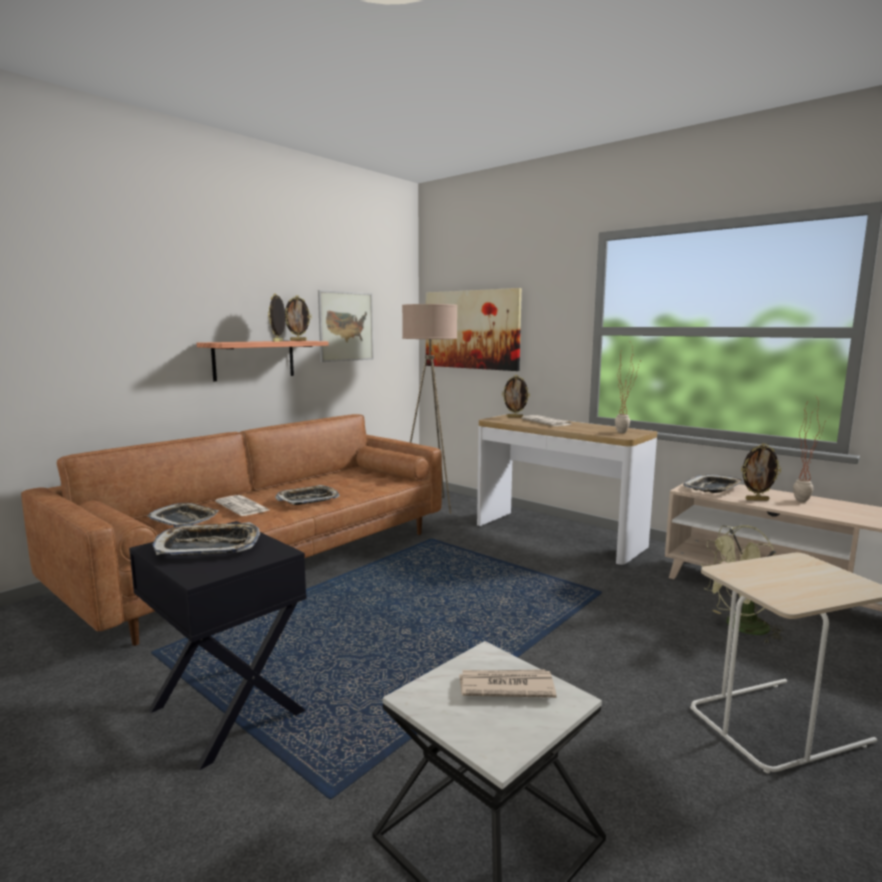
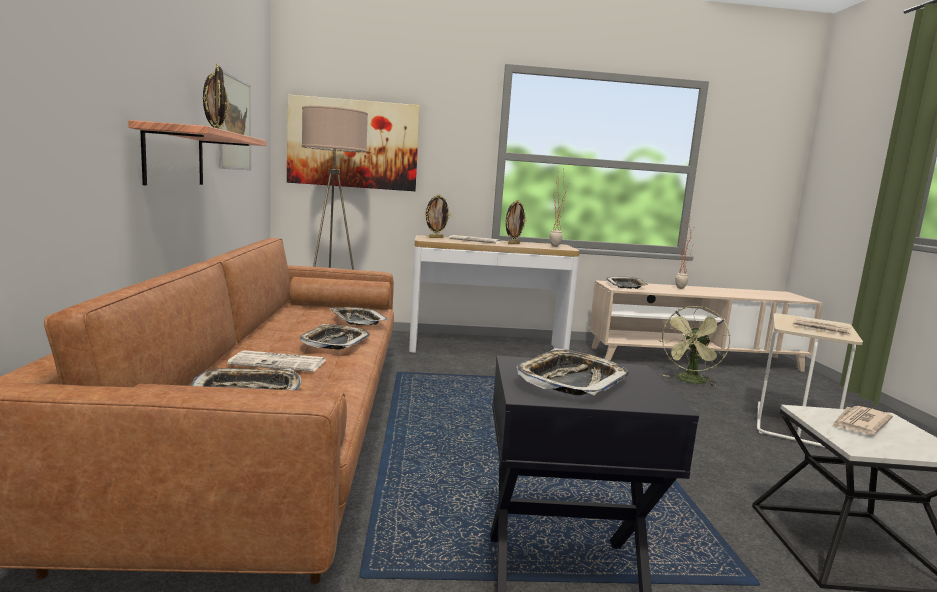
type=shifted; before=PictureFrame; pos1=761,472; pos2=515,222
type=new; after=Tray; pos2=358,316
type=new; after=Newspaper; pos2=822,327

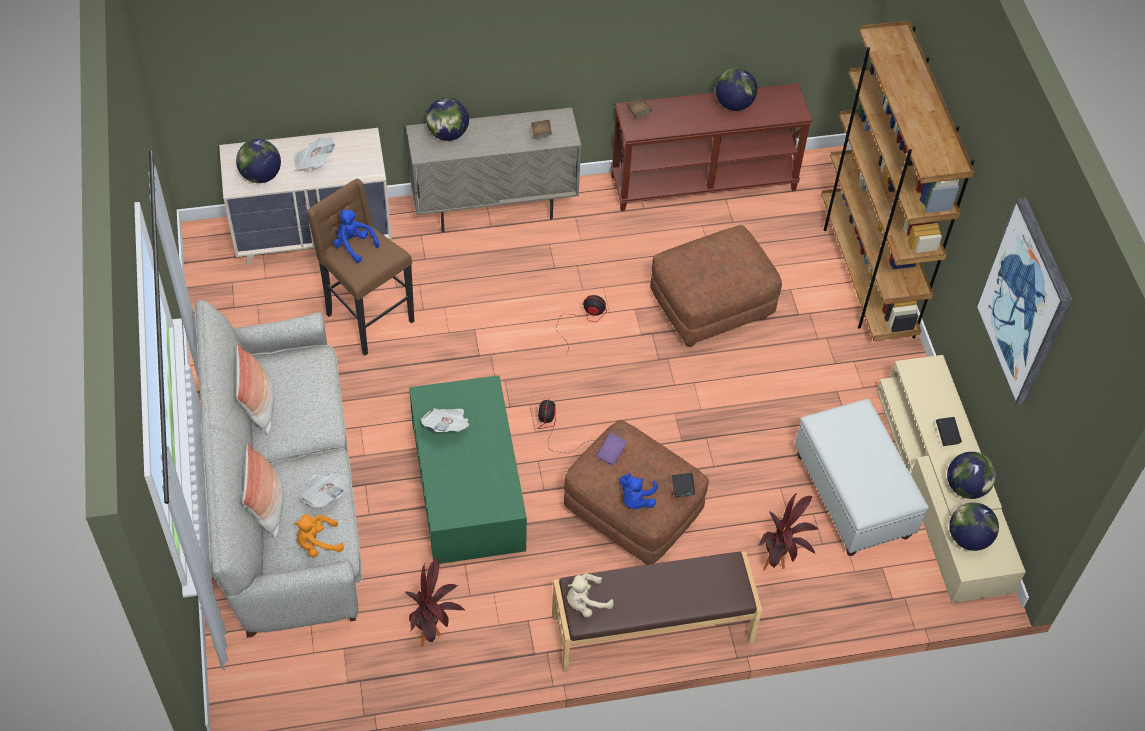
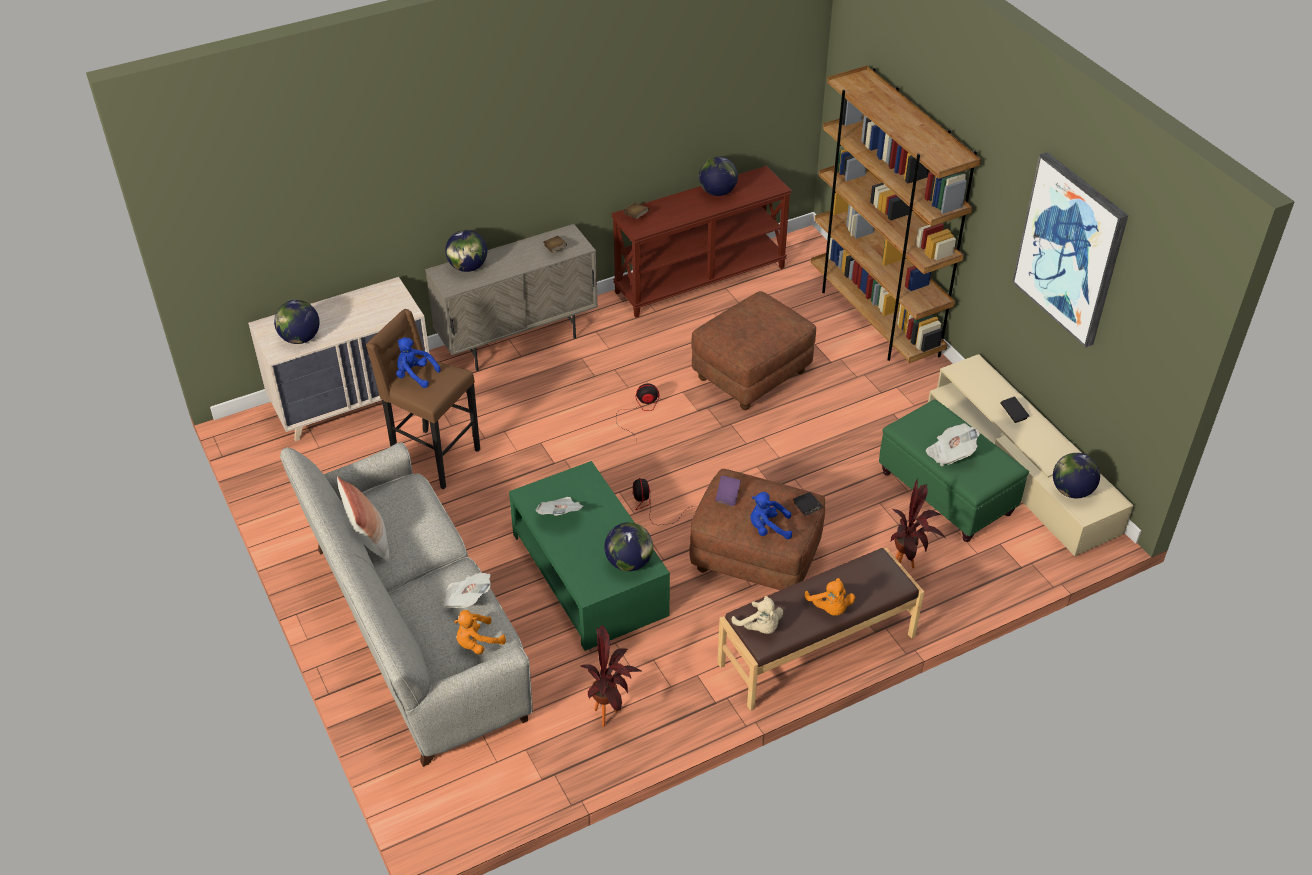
type=gone; before=Pillow; pos1=263,491
type=shifted; before=Newspaper; pos1=315,154; pos2=953,445
type=rotated; before=BeigePlushToy; pos1=590,595; pos2=757,615; turn=-90
type=rotated; before=BluePlushToy; pos1=638,491; pos2=771,515; turn=90
type=repainted; before=WhiteOttoman; after=GreenOttoman; pos1=862,477; pos2=954,470
type=shifted; before=Globe; pos1=971,475; pos2=628,546
type=new; after=OrangePlushToy; pos2=829,597

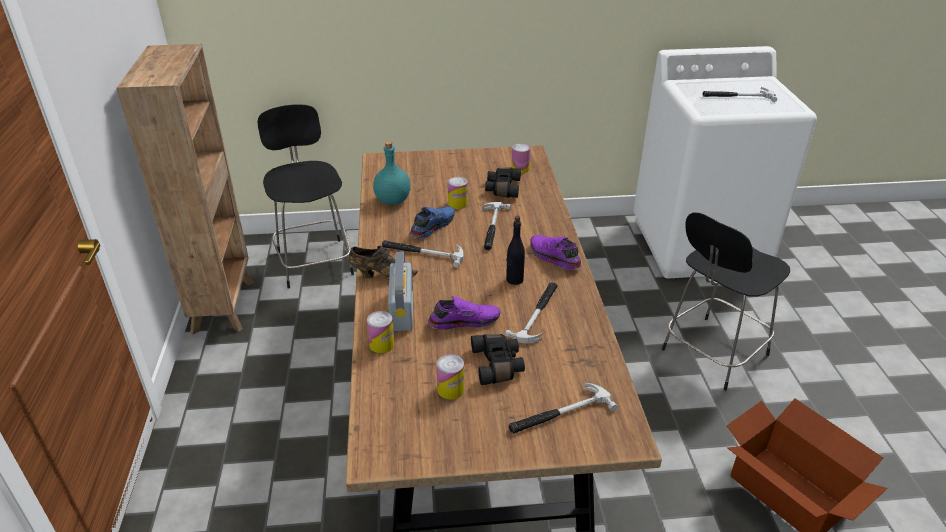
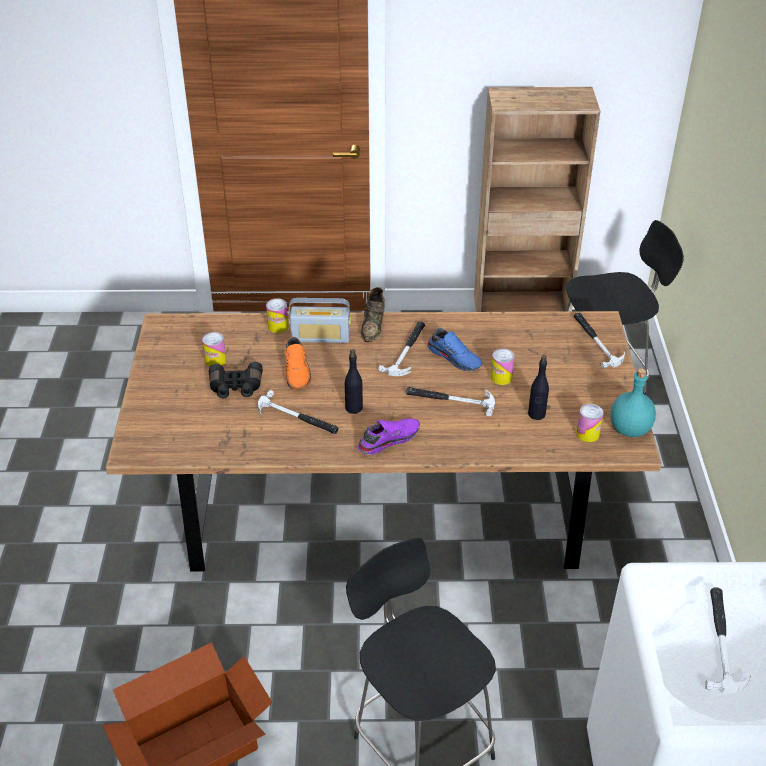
type=shifted; before=TurquoiseBottle; pos1=392,173; pos2=633,402
type=repainted; before=PurpleShoe; after=OrangeShoe; pos1=464,313; pos2=298,363
type=swapped; before=BlackBinoculars; after=BlackBottle; pos1=503,182; pos2=538,387
type=shifted; before=Hammer; pos1=563,408; pos2=599,340

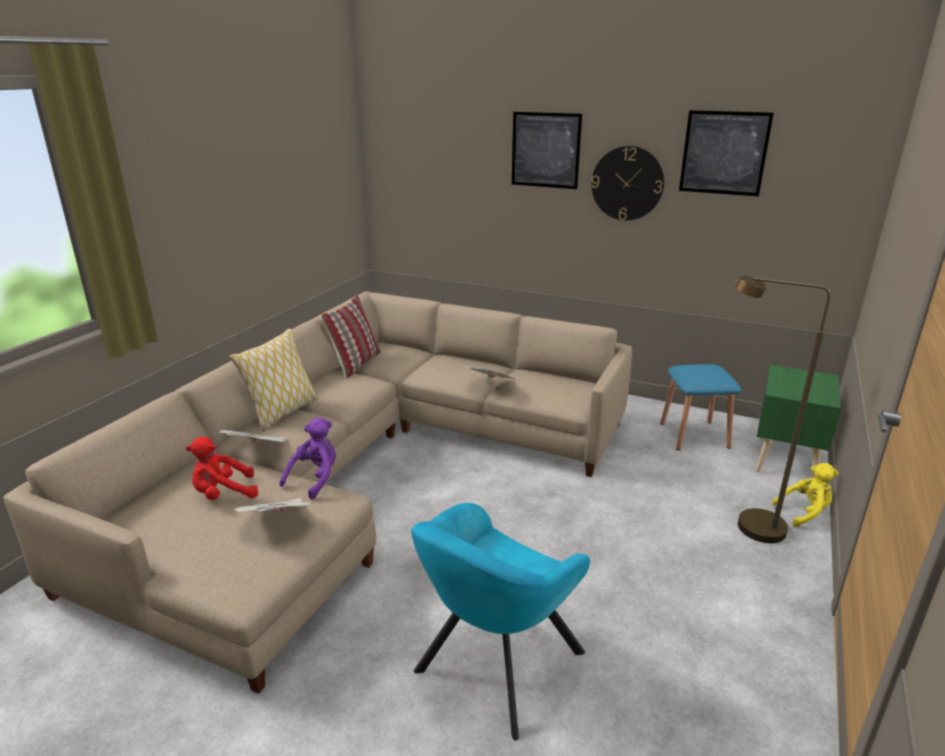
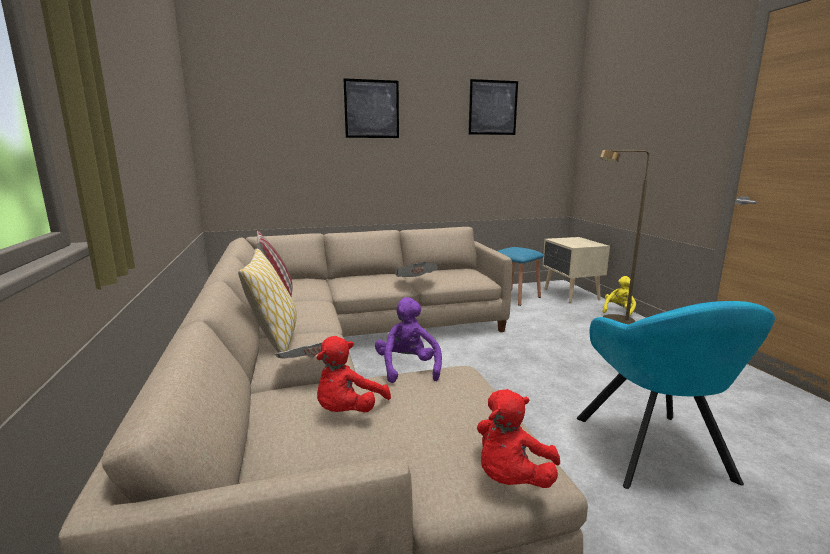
type=gone; before=Newspaper; pos1=272,505
type=gone; before=WallClock; pos1=627,183
type=repainted; before=GreenNightstand; after=BeigeNightstand; pos1=798,421; pos2=576,270
type=new; after=RedPlushToy; pos2=518,438

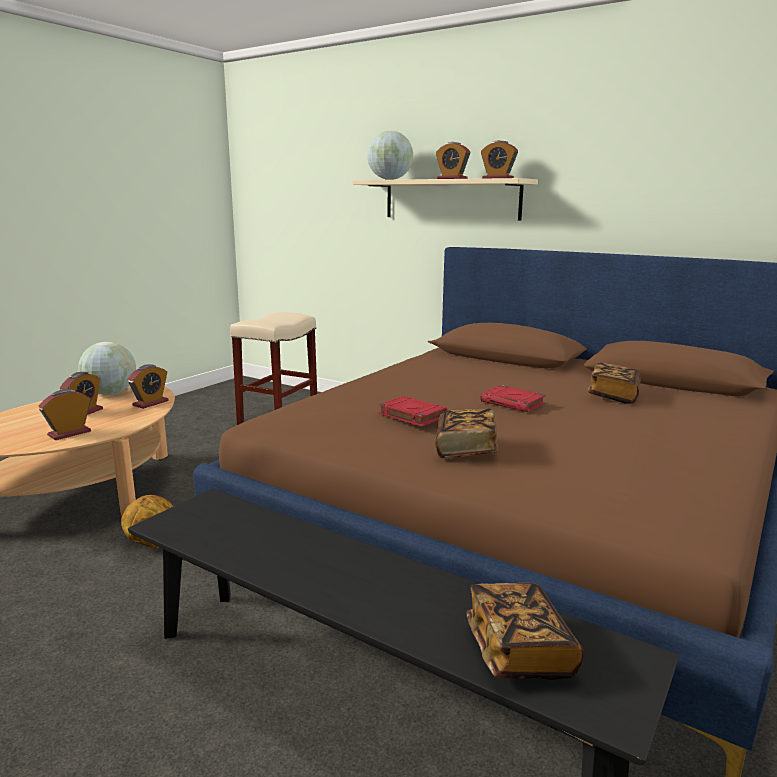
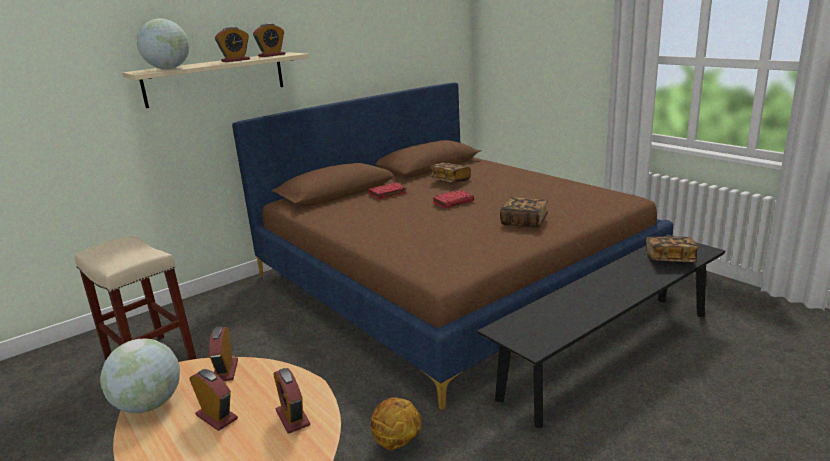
type=rotated; before=AlarmClock; pos1=148,386; pos2=223,353; turn=-150
type=shifted; before=RedBook; pos1=413,411; pos2=387,191

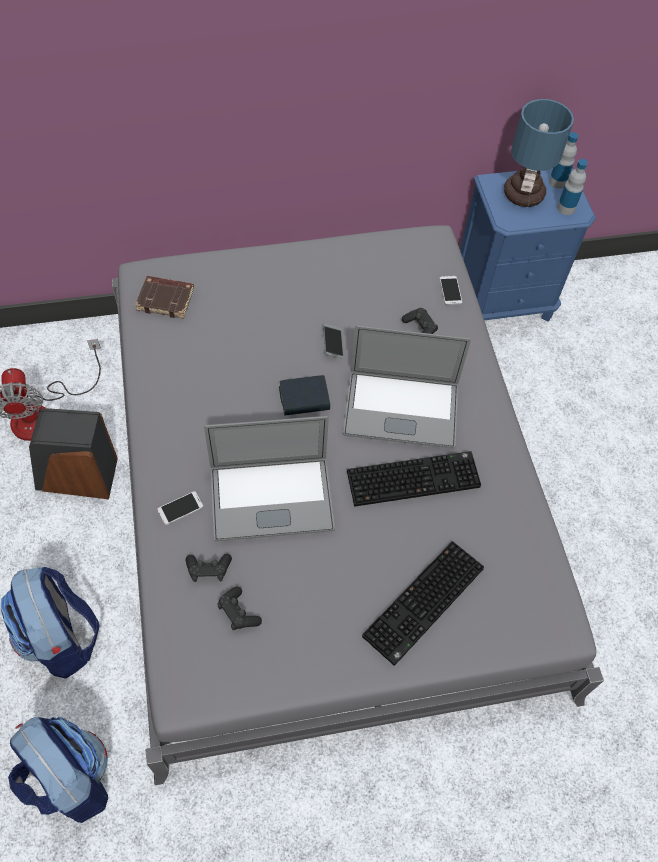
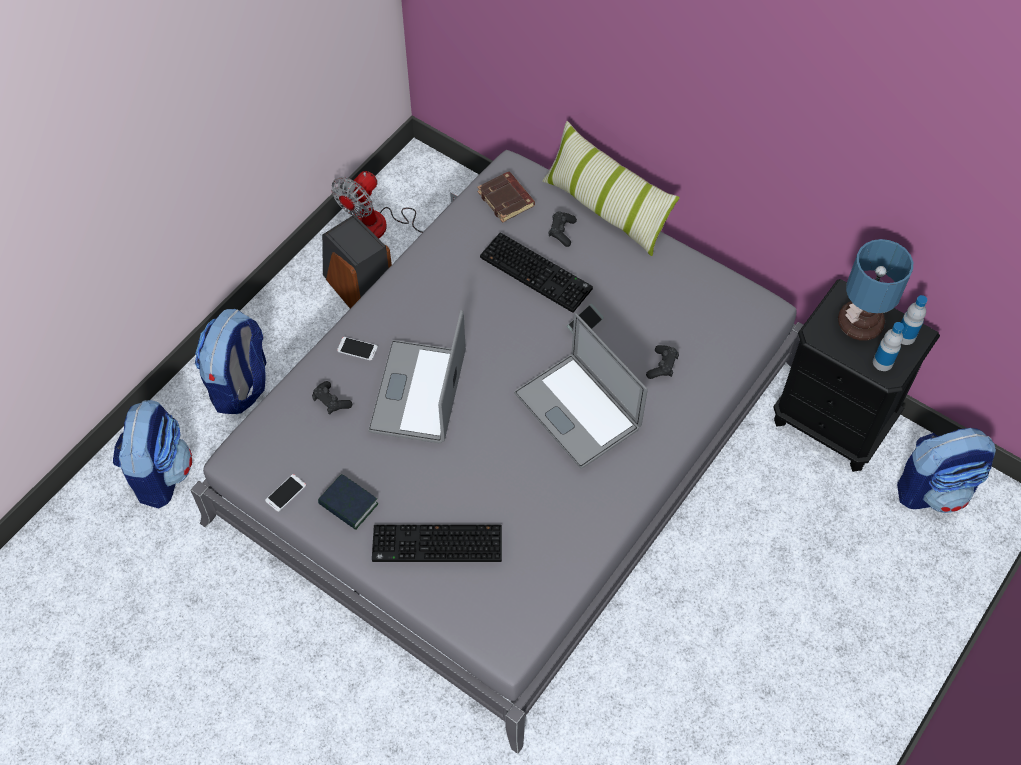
type=rotated; before=Laptop; pos1=269,479; pos2=417,377; turn=60
type=shifted; before=BlackGameController; pos1=239,608; pos2=562,229
type=shifted; before=Book; pos1=304,395; pos2=348,502
type=shifted; before=Keyboard; pos1=414,478; pos2=536,272
type=shifted; before=Phone; pos1=451,290; pos2=285,493
type=repainted; before=BlueNightstand; after=BlackNightstand; pos1=528,245; pos2=856,375
type=new; after=Pillow; pos2=611,188
type=new; after=Backpack; pos2=946,470

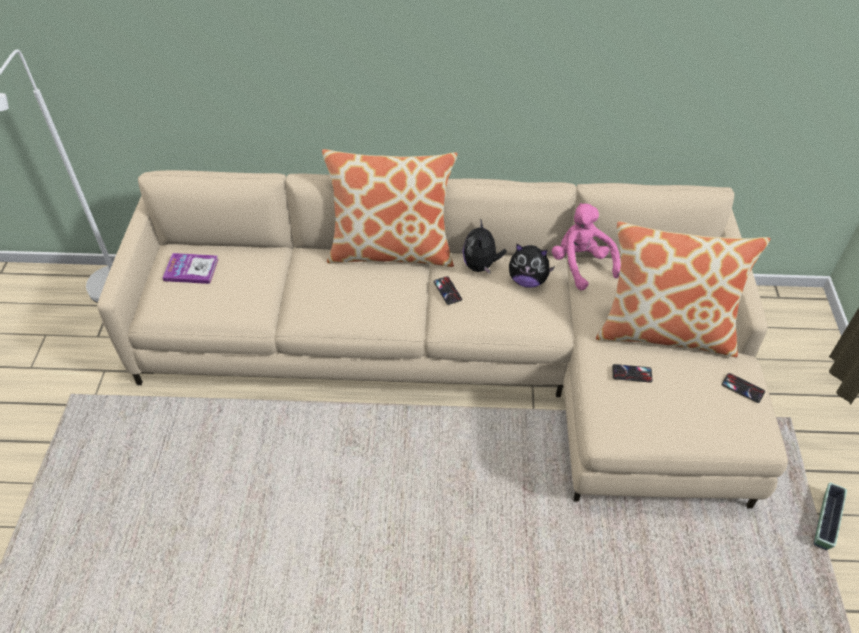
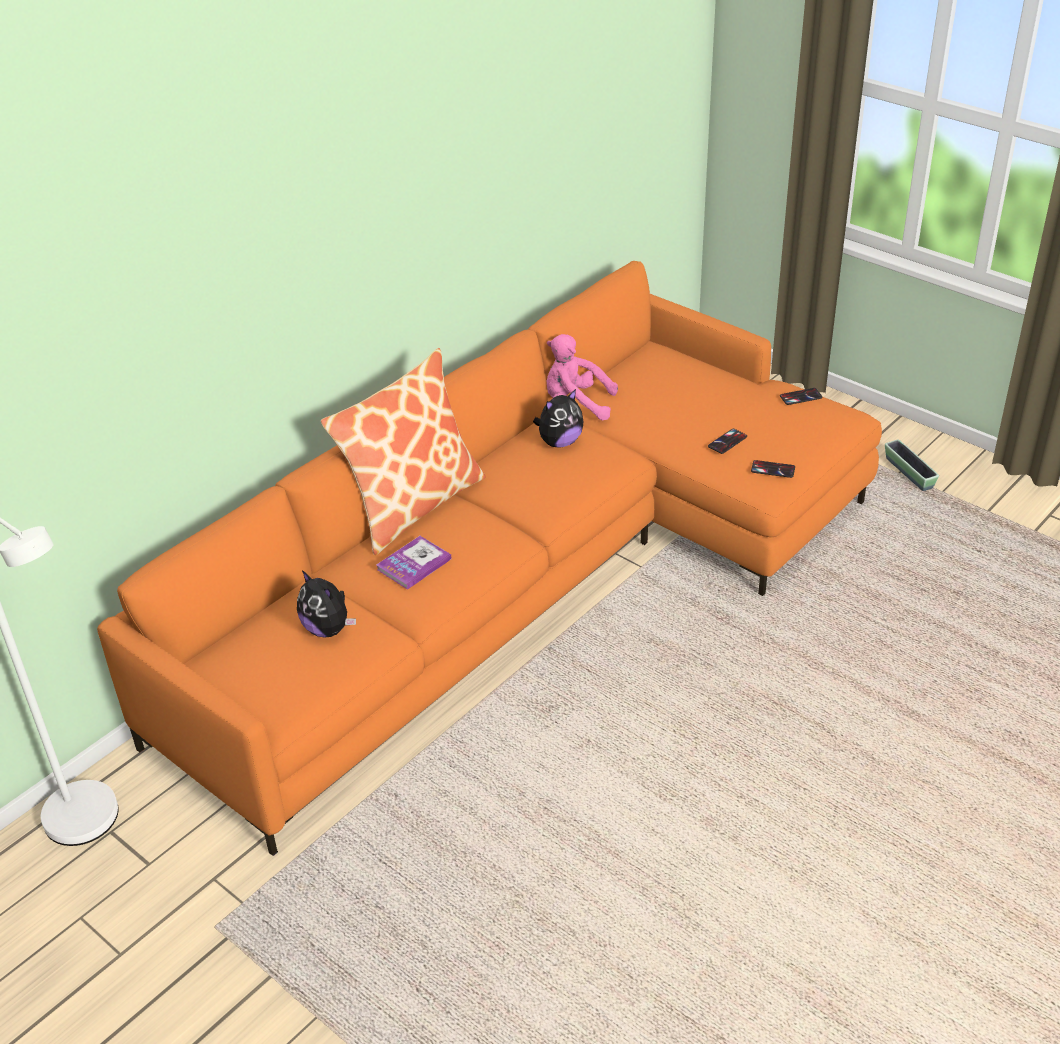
type=repainted; before=BeigeSofa; after=OrangeSofa; pos1=442,339; pos2=489,558
type=shifted; before=Book; pos1=190,268; pos2=414,563
type=shifted; before=Phone; pos1=448,290; pos2=773,469
type=shifted; before=PlushToy; pos1=485,246; pos2=326,604
type=gone; before=Pillow; pos1=683,289

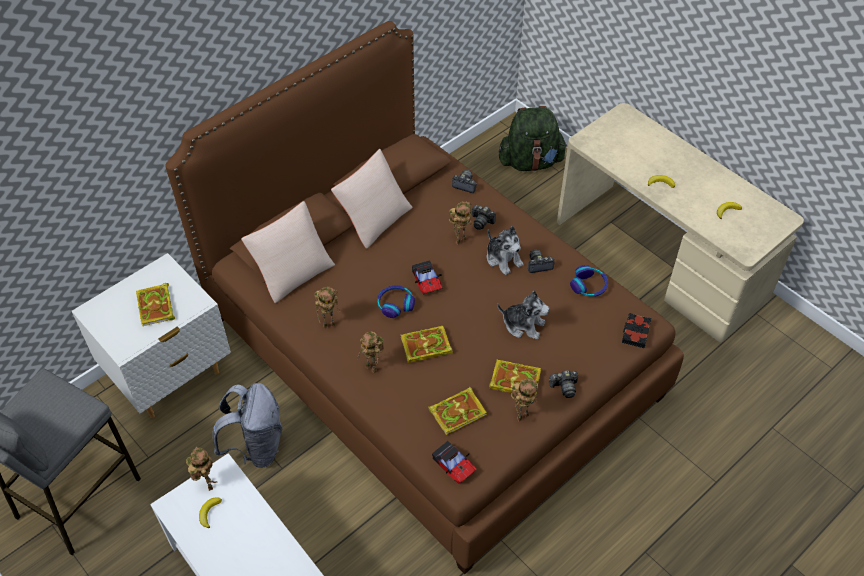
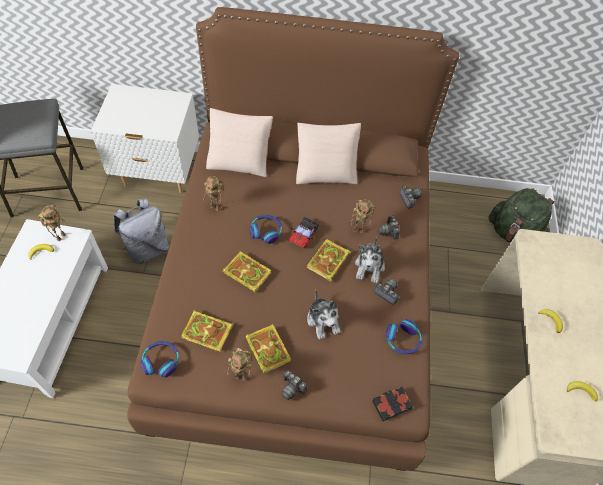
type=shifted; before=Book; pos1=155,304; pos2=329,260
type=gone; before=ToyRobot; pos1=370,353
type=swapped; before=ToyCar; after=Headphones; pos1=454,462; pos2=159,359

